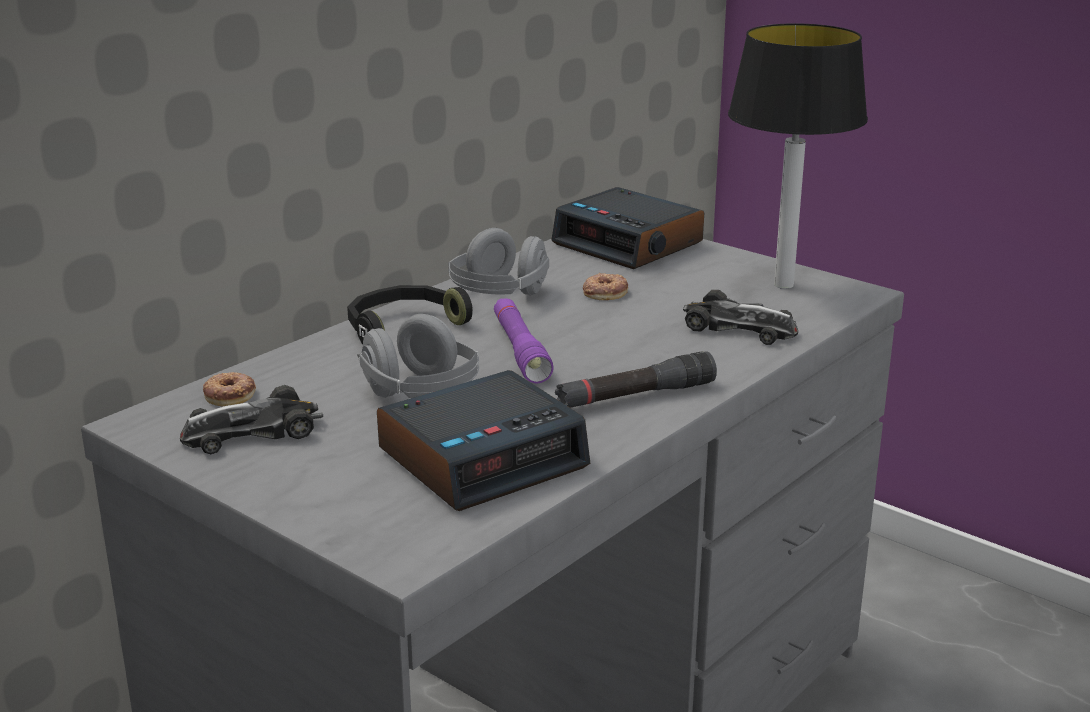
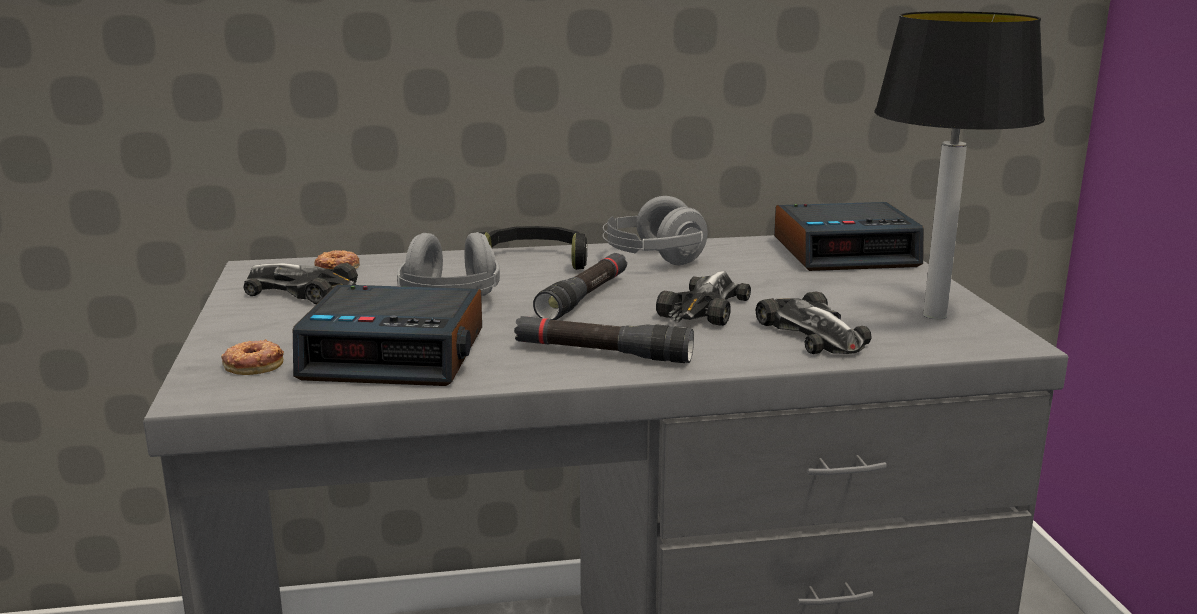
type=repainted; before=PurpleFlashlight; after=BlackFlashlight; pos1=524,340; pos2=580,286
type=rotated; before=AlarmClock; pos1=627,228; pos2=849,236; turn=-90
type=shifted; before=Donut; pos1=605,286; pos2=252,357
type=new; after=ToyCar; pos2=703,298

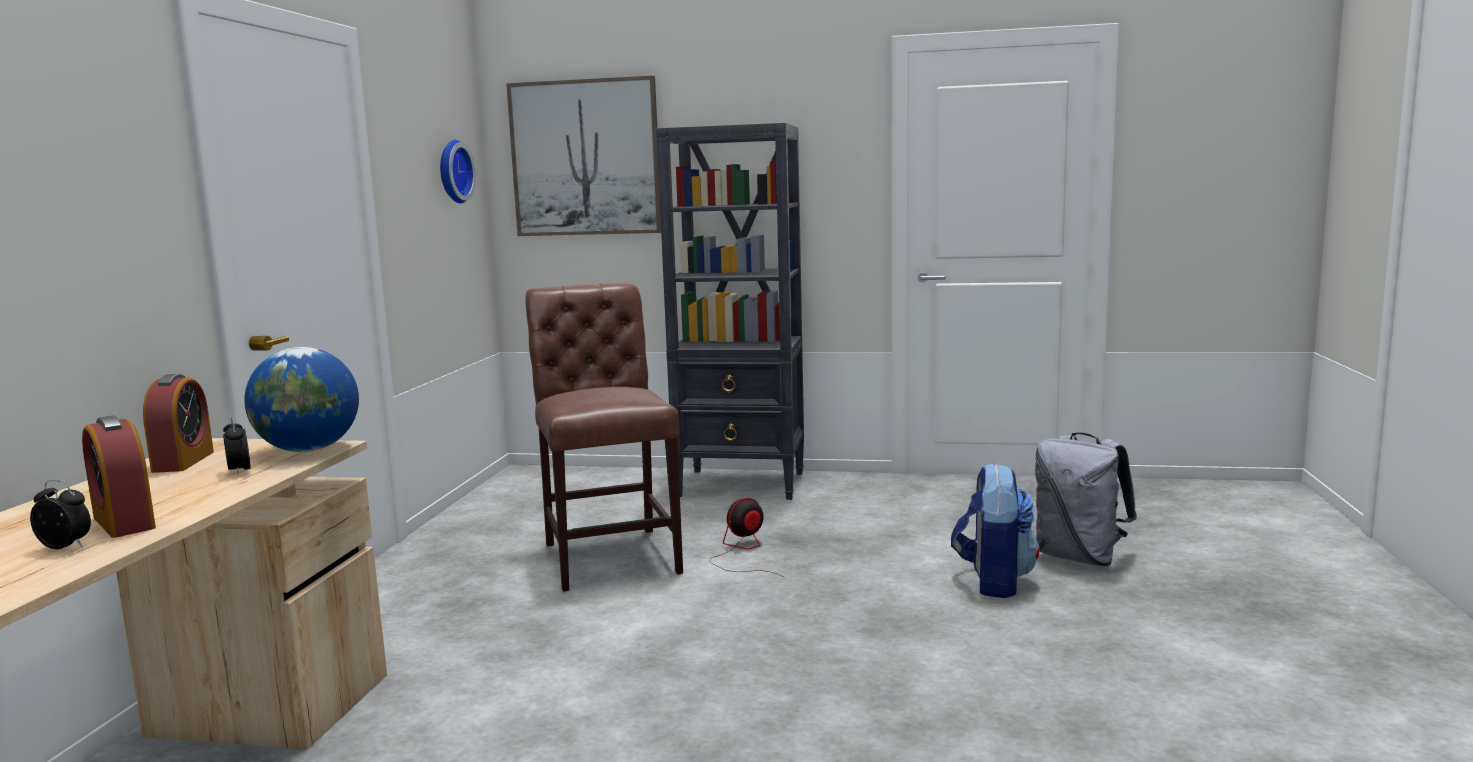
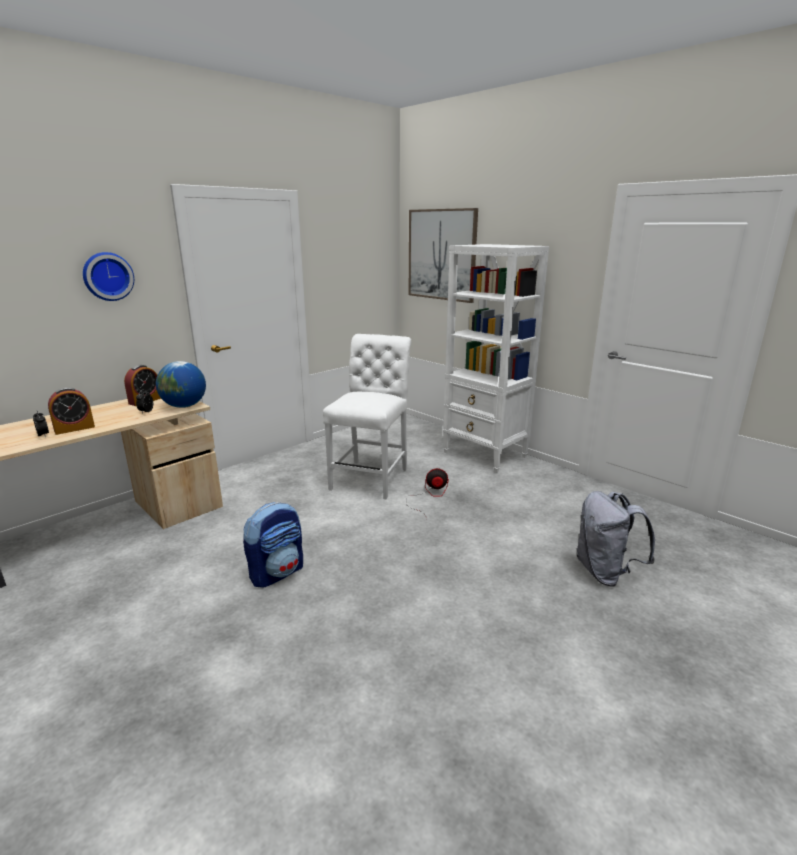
type=rotated; before=AlarmClock; pos1=119,476; pos2=71,411; turn=-120
type=shifted; before=WallClock; pos1=458,171; pos2=108,276
type=repainted; before=BrownChair; after=WhiteChair; pos1=604,437; pos2=367,416
type=repainted; before=BlackBookcase; after=WhiteBookcase; pos1=730,311; pos2=496,358
type=shifted; before=Backpack; pos1=995,530; pos2=273,545

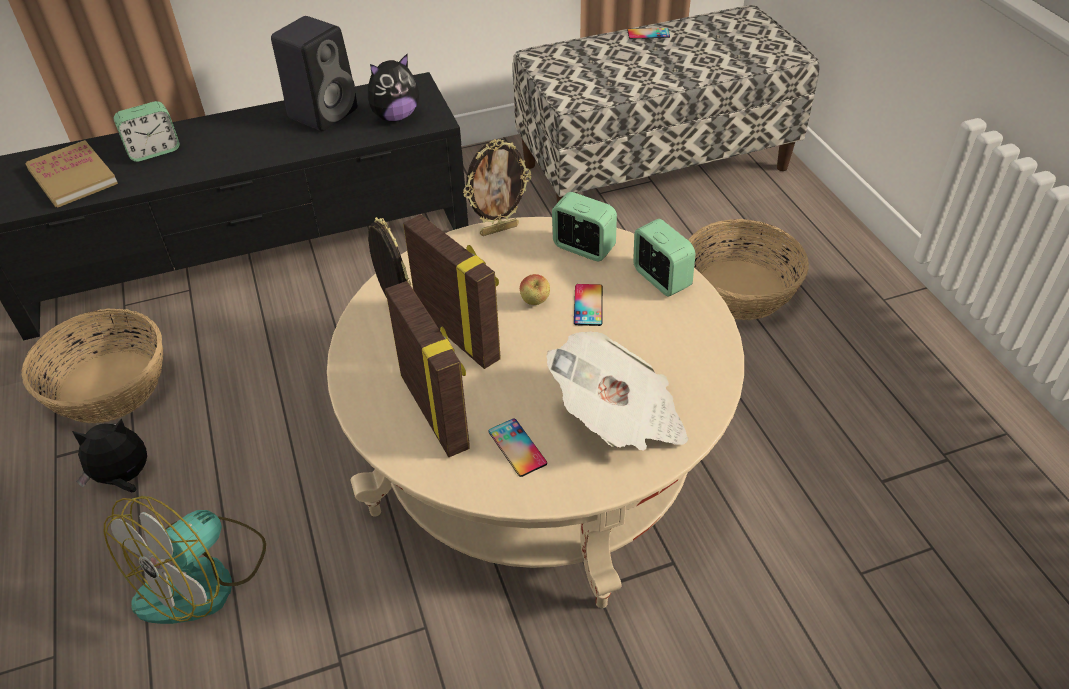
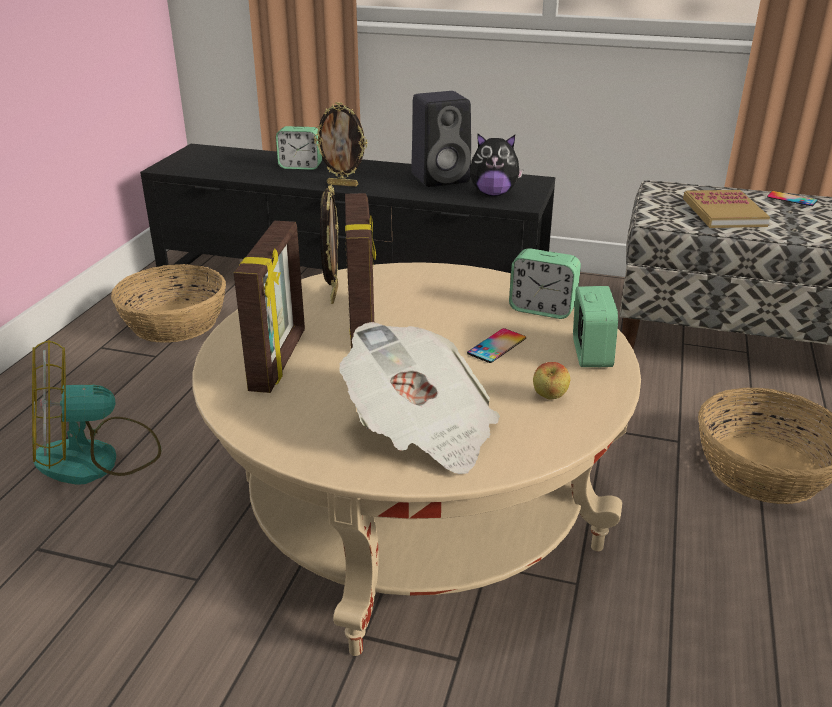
type=shifted; before=Book; pos1=71,174; pos2=726,209
type=gone; before=PlushToy; pos1=109,455
type=shifted; before=PictureFrame; pos1=497,187; pos2=340,144
type=gone; before=Phone; pos1=517,447
type=shifted; before=Apple; pos1=535,289; pos2=551,380
type=rotated; before=AlarmClock; pos1=584,226; pos2=545,283; turn=135

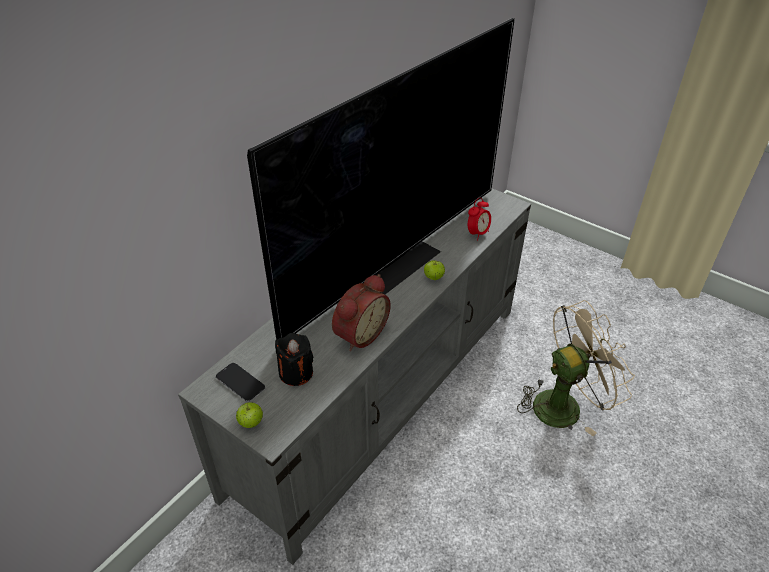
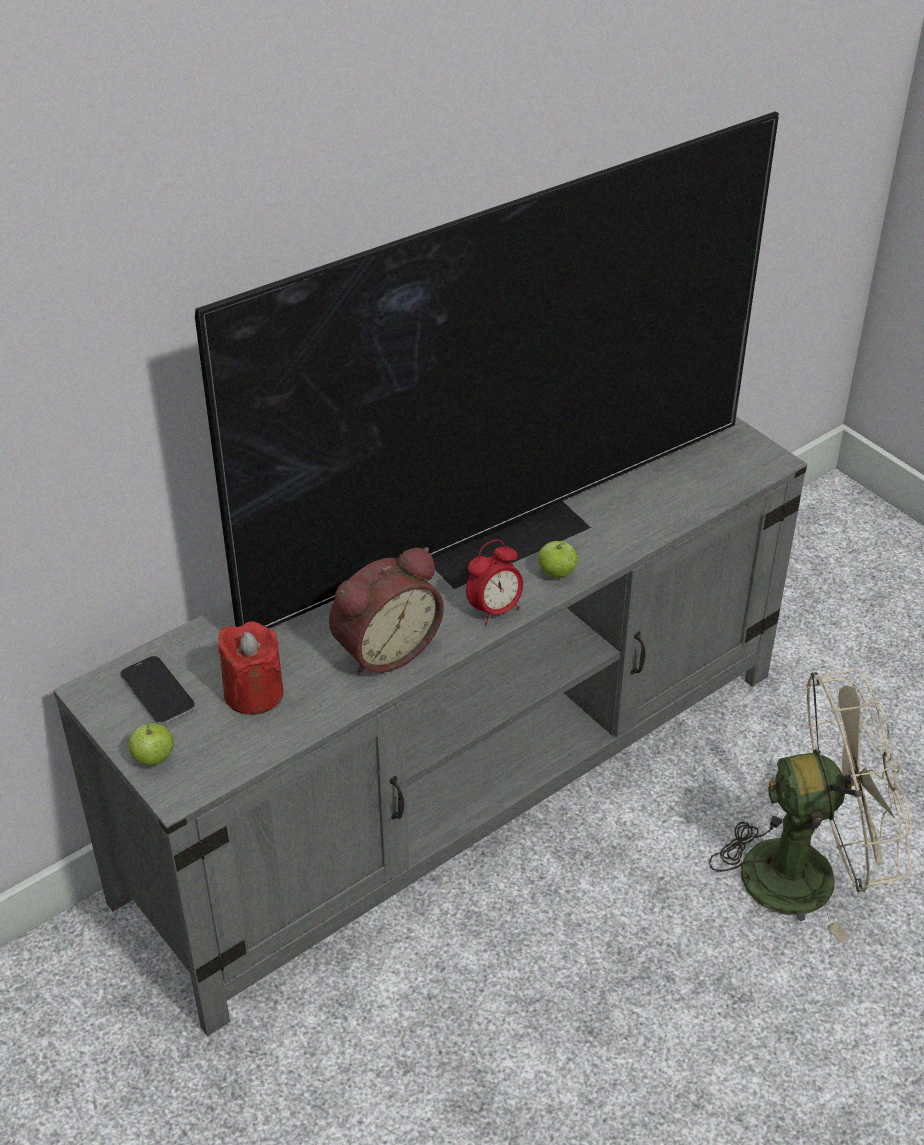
type=repainted; before=BlackCandle; after=RedCandle; pos1=294,359; pos2=250,668
type=shifted; before=AlarmClock; pos1=479,219; pos2=494,582

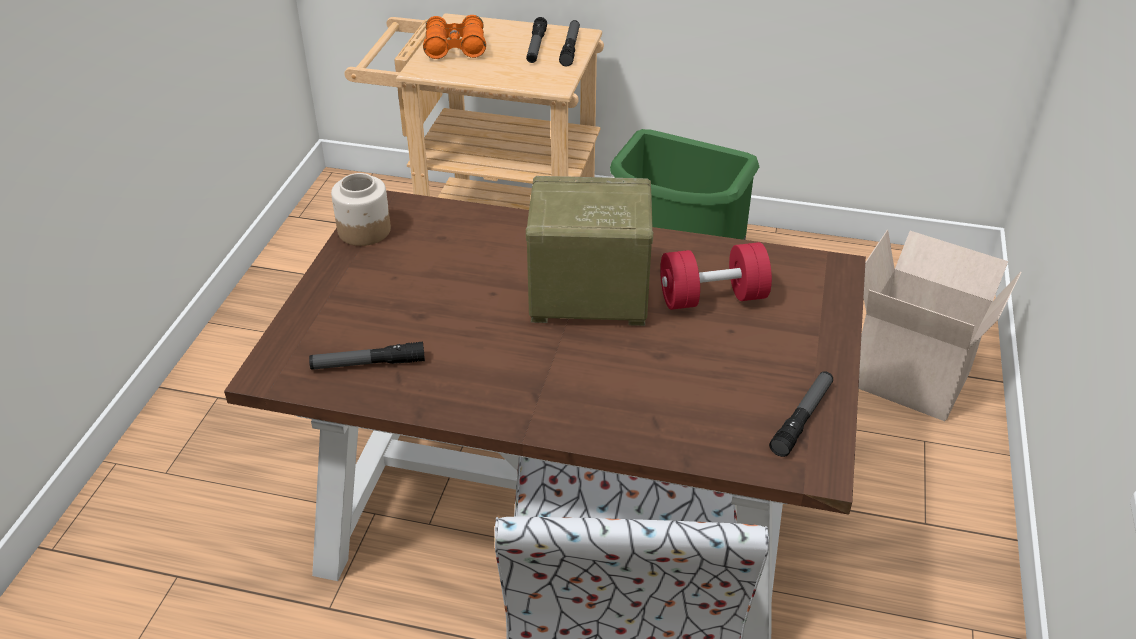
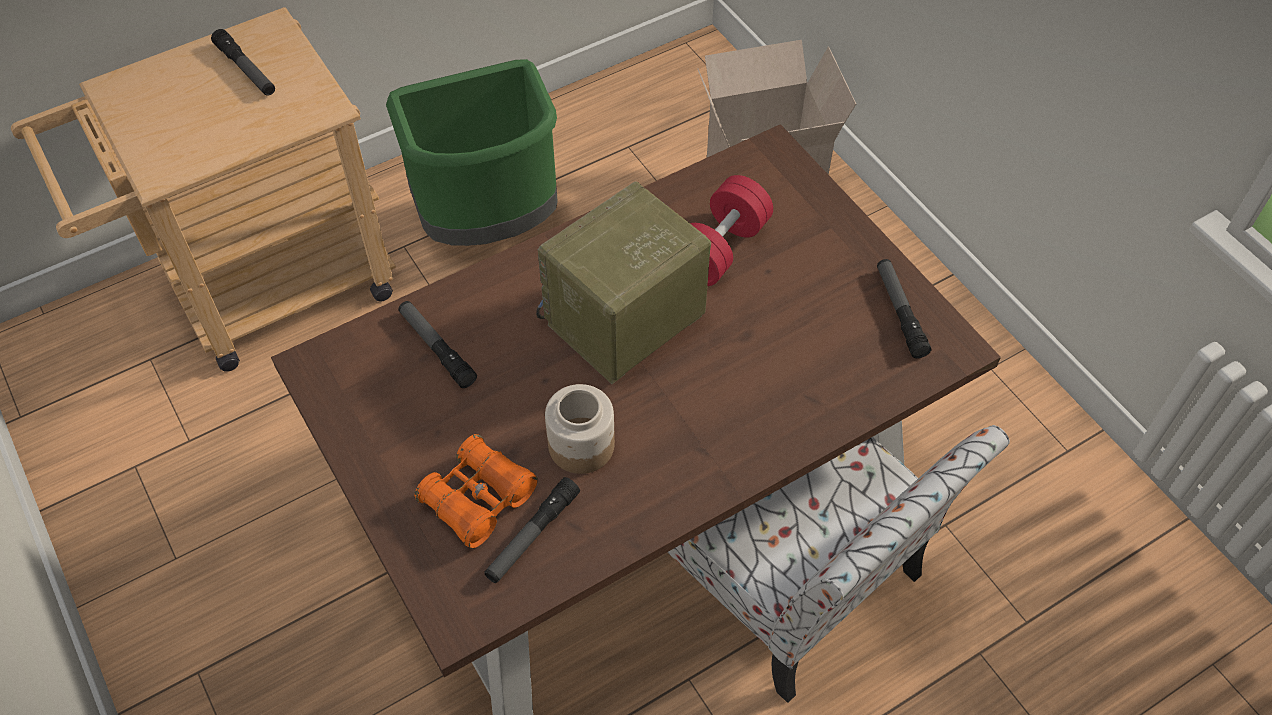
type=shifted; before=Jar; pos1=361,209; pos2=580,429
type=shifted; before=OrangeBinoculars; pos1=454,37; pos2=476,491
type=shifted; before=Flashlight; pos1=569,43; pos2=438,344

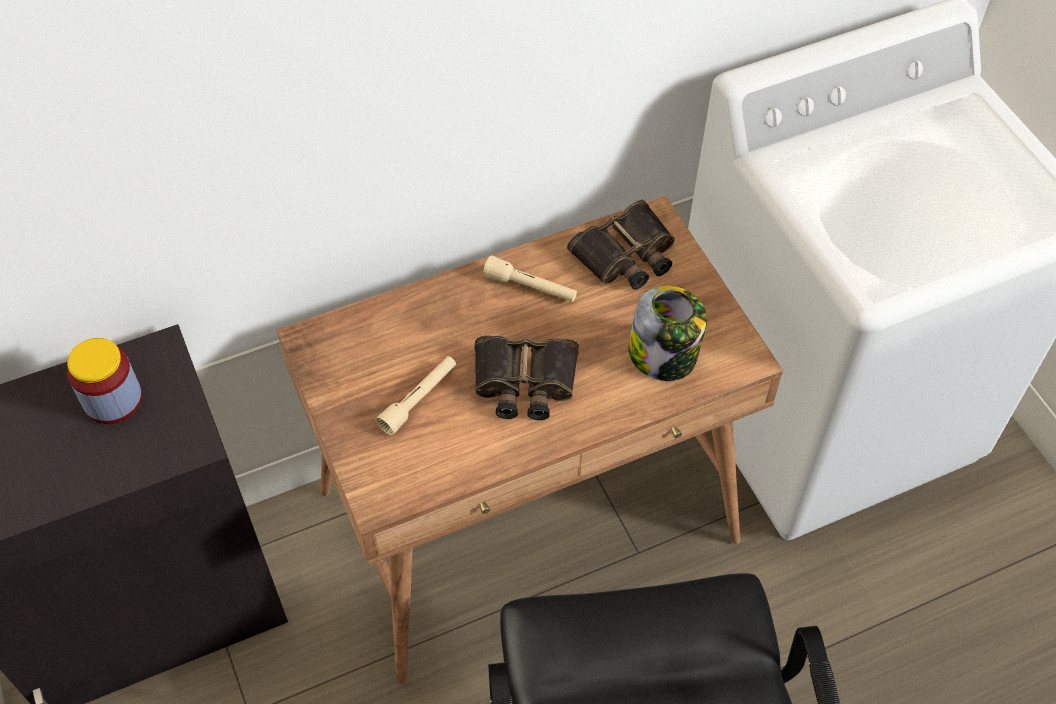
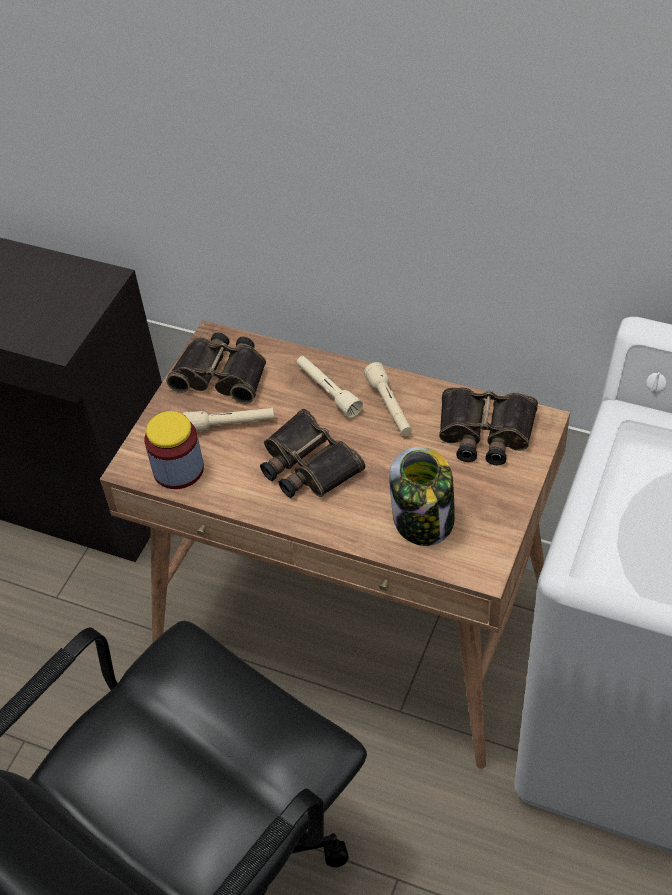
type=shifted; before=Jar; pos1=104,381; pos2=174,450
type=new; after=Binoculars; pos2=216,368
type=new; after=BeigeFlashlight; pos2=329,387

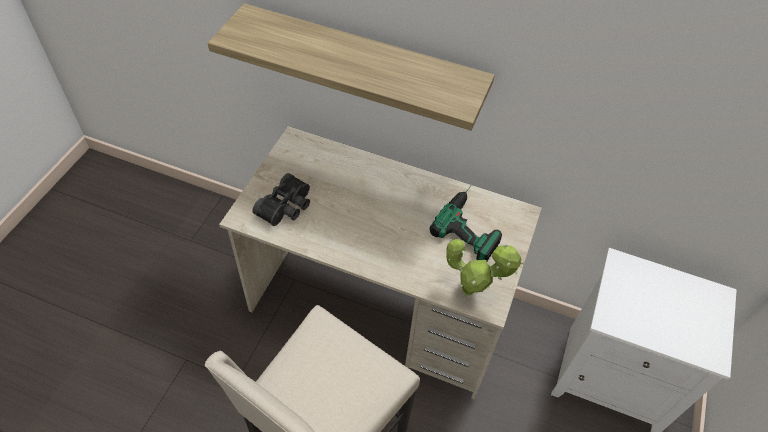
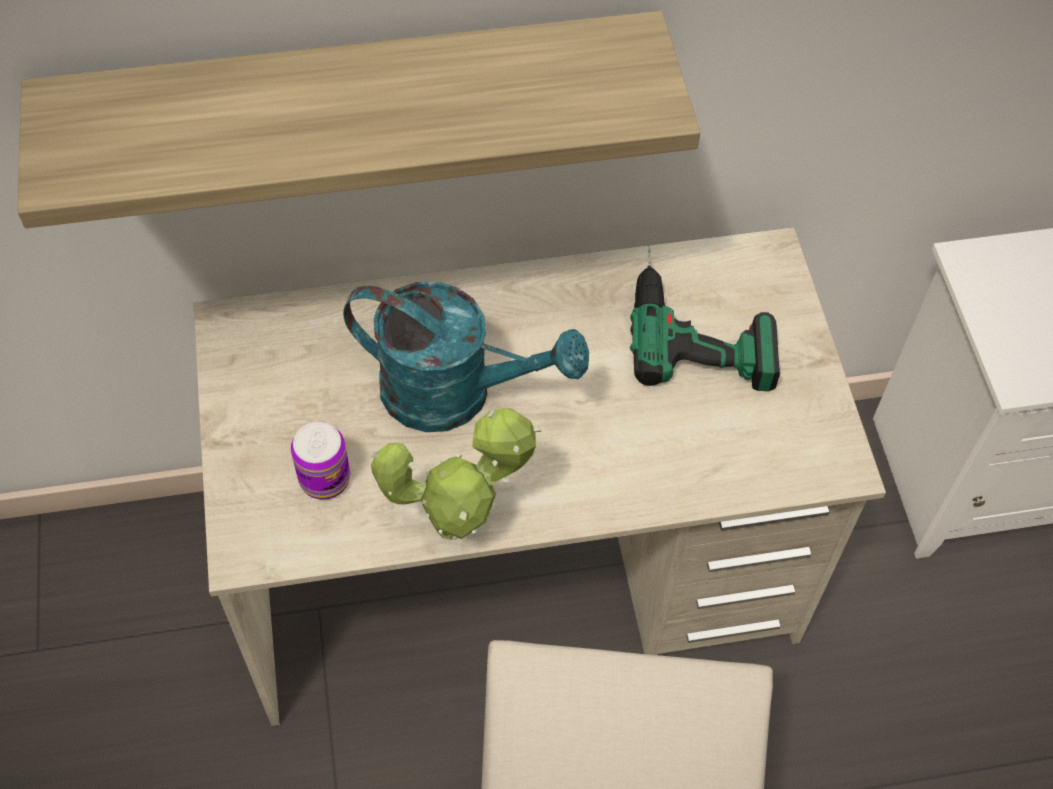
type=swapped; before=BlackBinoculars; after=Can; pos1=281,199; pos2=320,461
type=shifted; before=PottedPlant; pos1=485,268; pos2=456,474
type=new; after=TurquoiseWateringCan; pos2=466,356

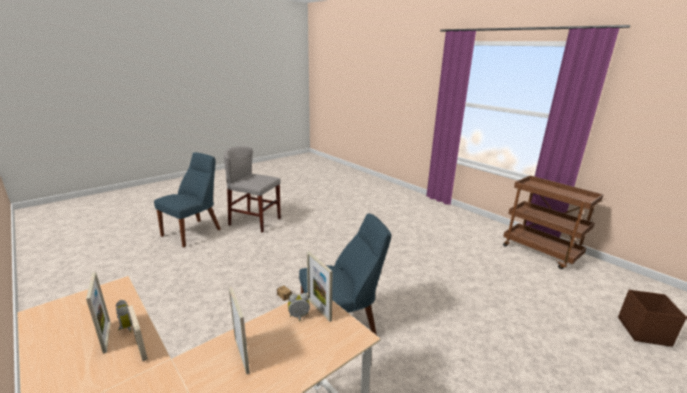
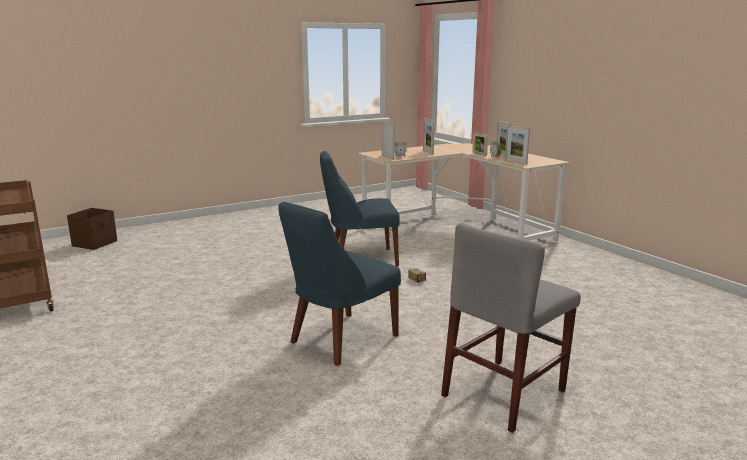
type=shifted; before=BlueChair; pos1=187,199; pos2=339,284
type=rotated; before=GreyChair; pos1=252,189; pos2=511,328; turn=105
type=new; after=PictureFrame; pos2=517,144

